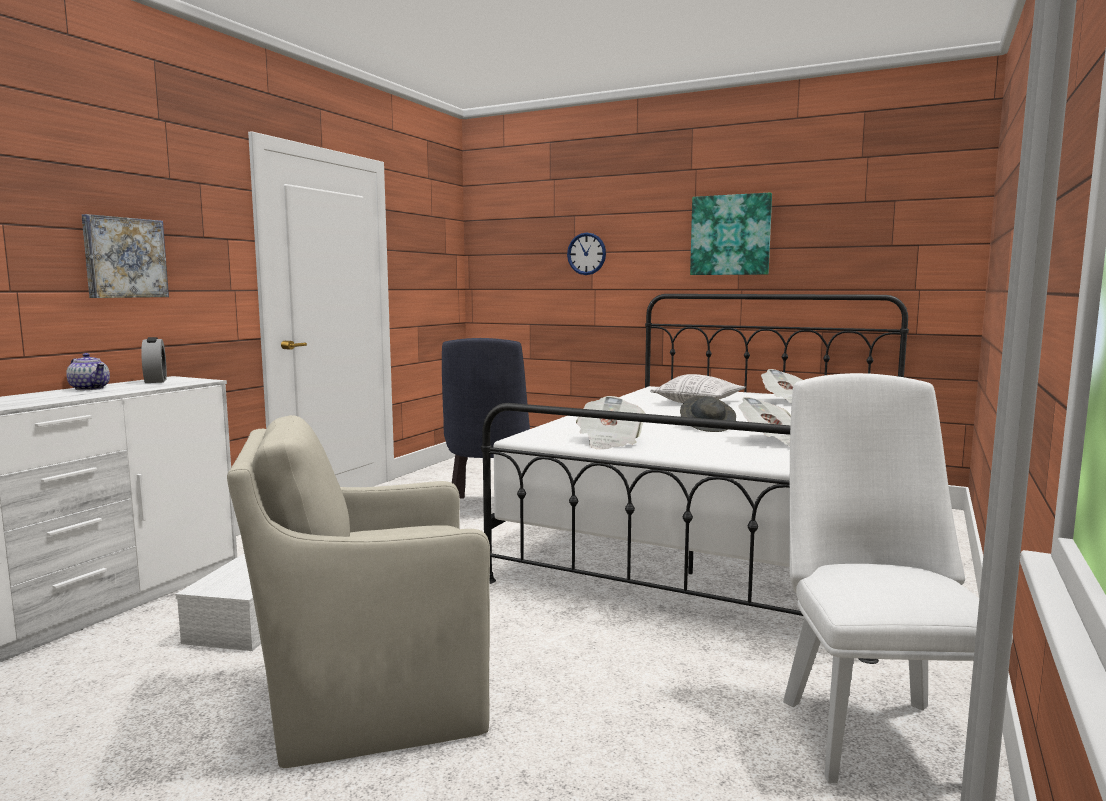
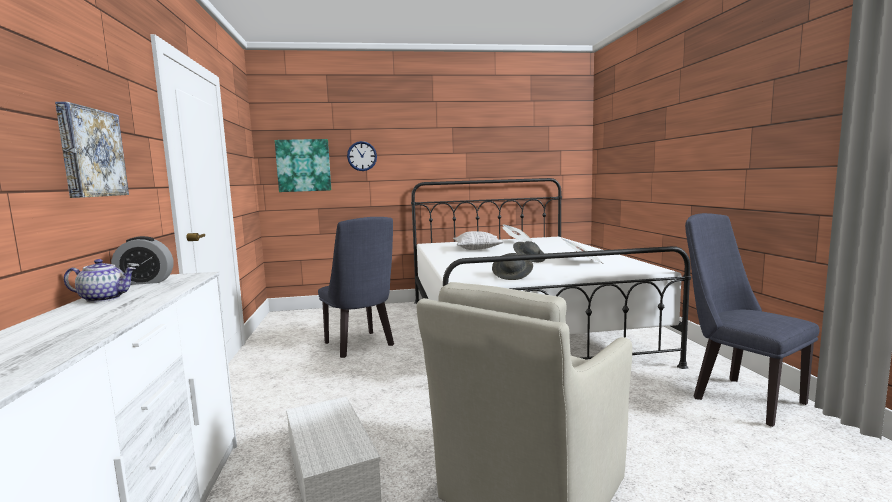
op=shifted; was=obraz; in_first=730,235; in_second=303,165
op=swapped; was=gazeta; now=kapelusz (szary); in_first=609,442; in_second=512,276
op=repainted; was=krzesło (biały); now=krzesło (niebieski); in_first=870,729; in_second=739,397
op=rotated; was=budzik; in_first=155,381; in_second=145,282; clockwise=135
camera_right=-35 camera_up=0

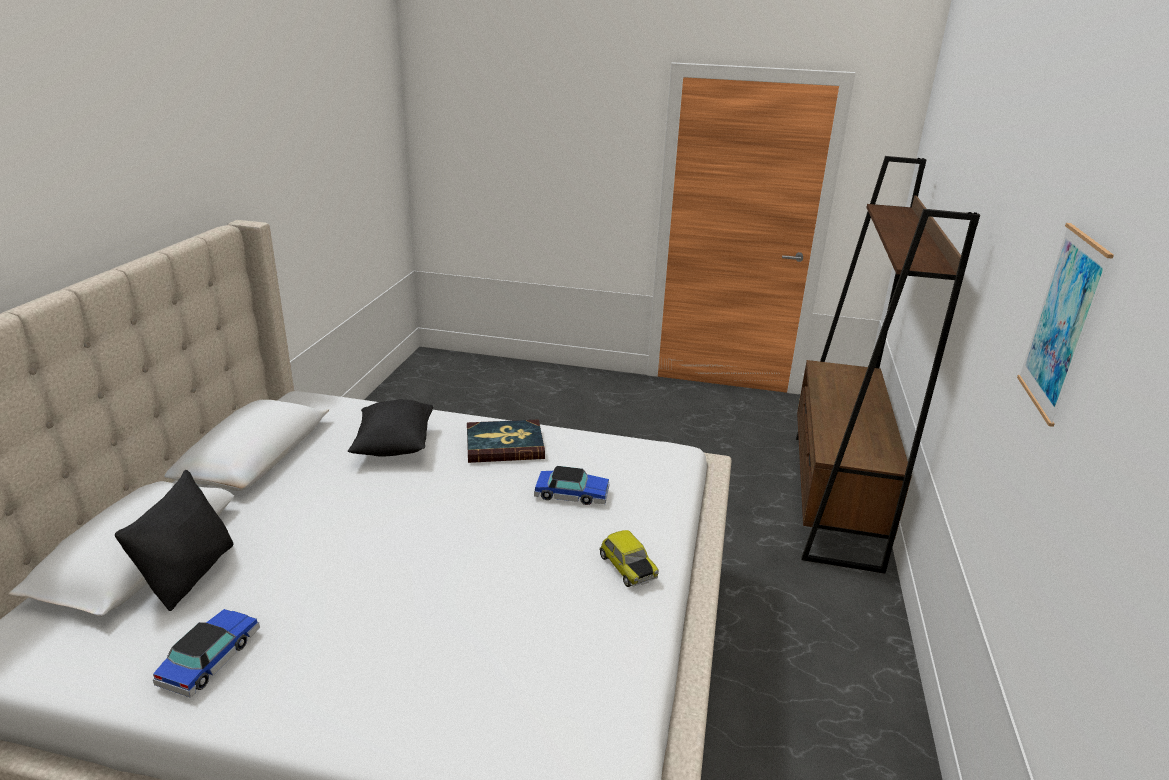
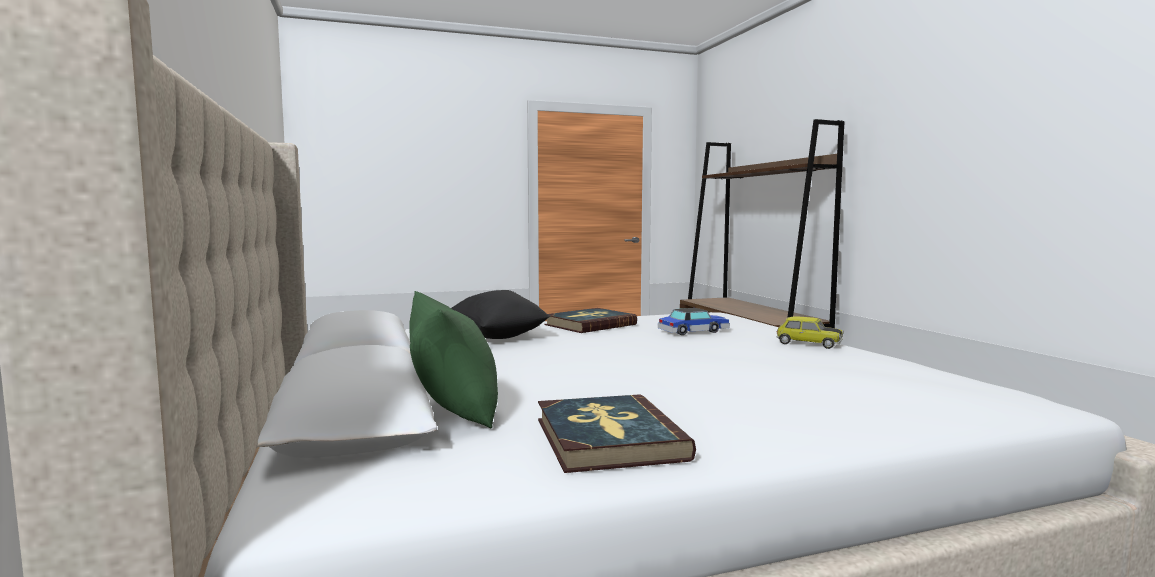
op=gone; was=obraz; in_first=1062,323
op=swapped; was=samochodzik; now=książka; in_first=210,658; in_second=607,439
op=repainted; was=poduszka (czarny); now=poduszka (zielony); in_first=189,574; in_second=455,411
camera_right=-30 camera_up=-20

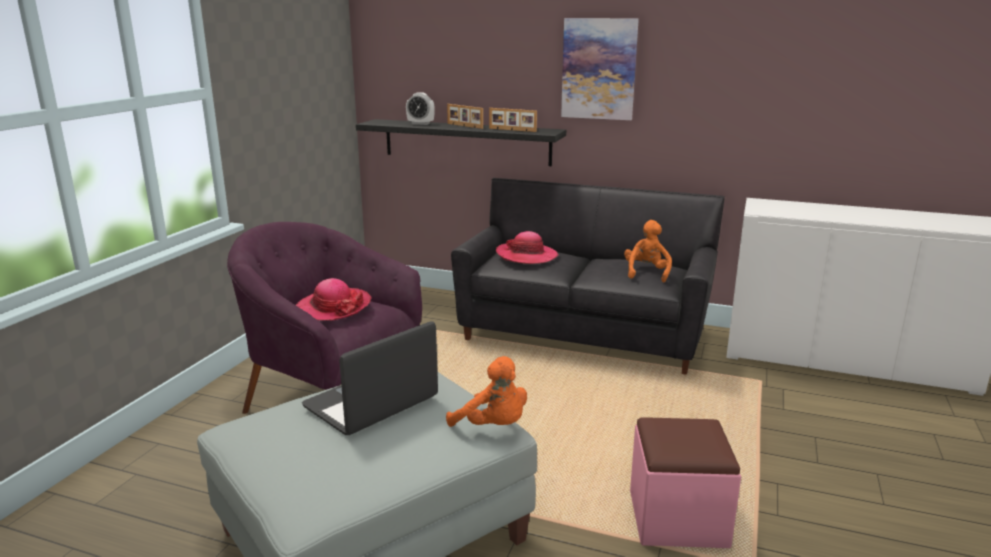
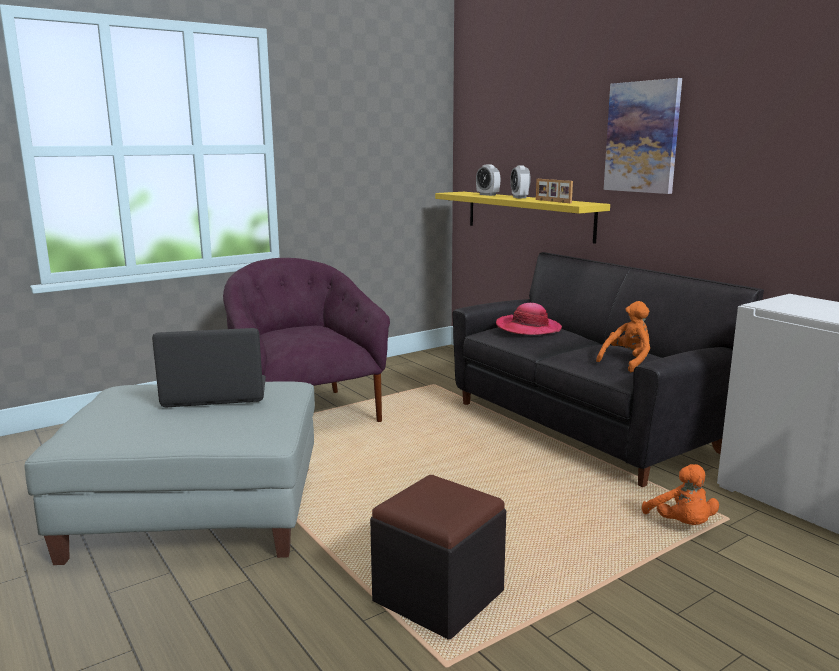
op=gone; was=kapelusz; in_first=333,307
op=shifted; was=pluszak (pomarańczowy); in_first=493,426; in_second=681,524
op=swapped; was=ramka na zdjęcie; now=budzik; in_first=464,126; in_second=519,197
op=repainted; was=półka (czarny); now=półka (żółty); in_first=466,142; in_second=528,215
op=repainted; was=pufa (różowy); now=pufa (czarny); in_first=677,518; in_second=438,596
camera_right=35 camera_up=-5

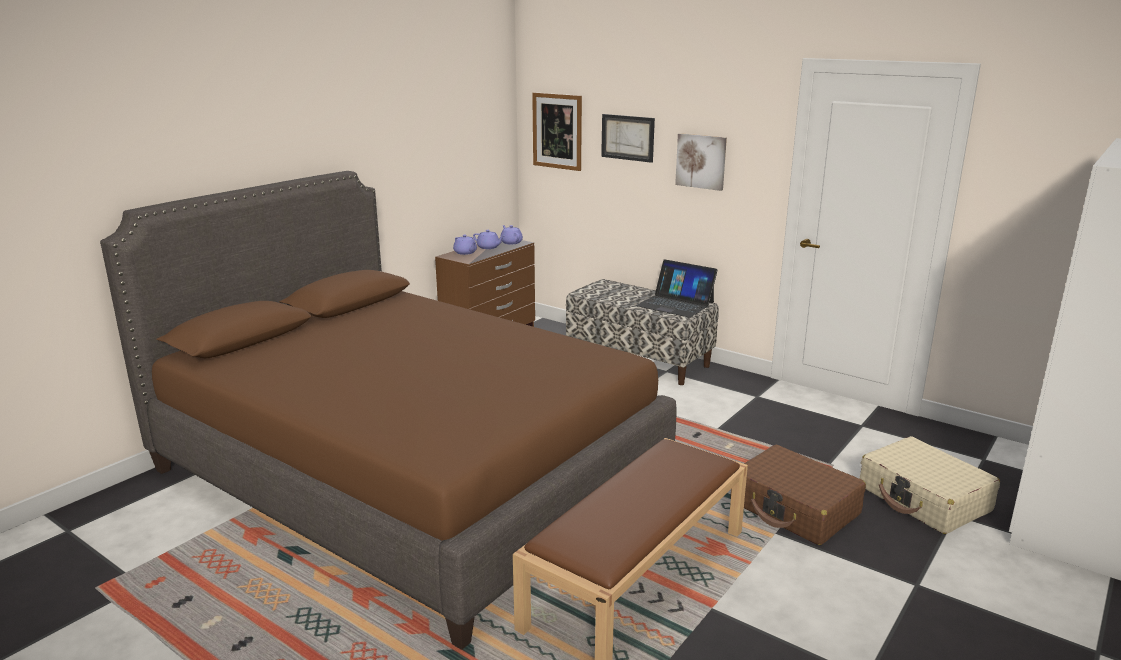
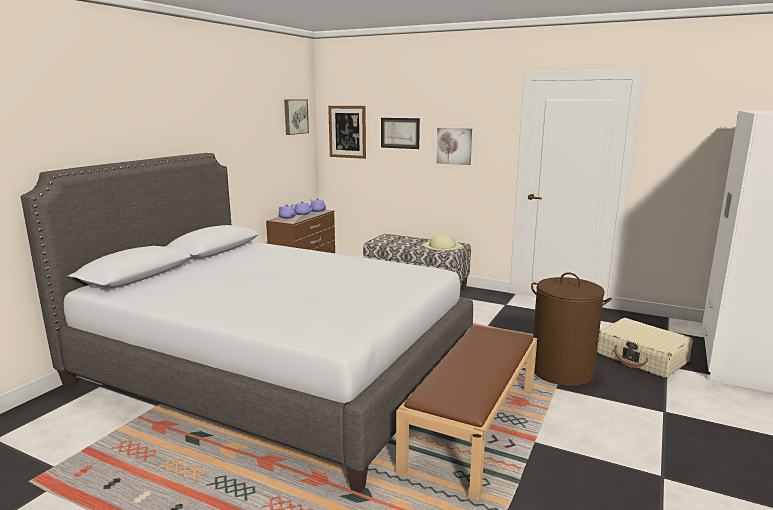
op=new; now=obraz; in_second=295,116
op=swapped; was=laptop; now=kapelusz (beżowy); in_first=675,304; in_second=442,245
op=swapped; was=walizka (brązowy); now=kosz na pranie (brązowy); in_first=795,508; in_second=562,371
op=repainted; was=łóżko (brązowy); now=łóżko (szary); in_first=407,475; in_second=273,373
camera_right=-10 camera_up=-5

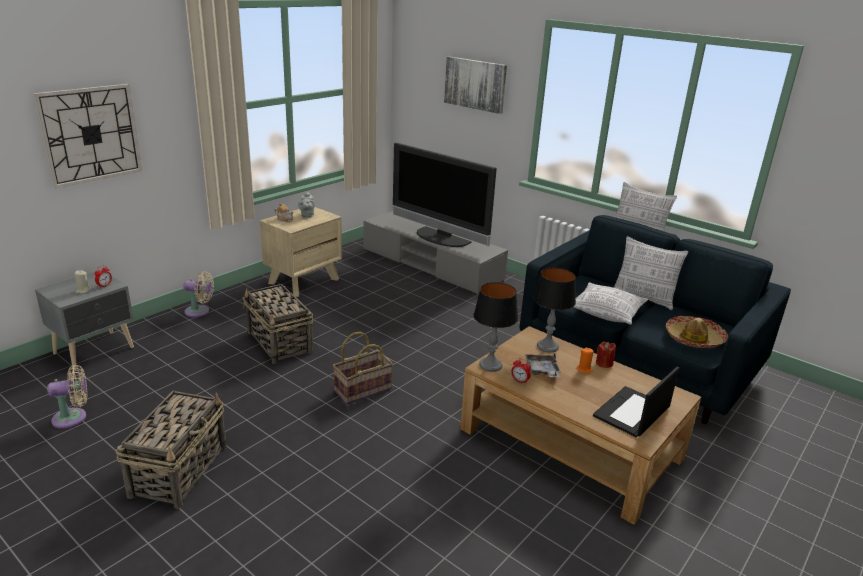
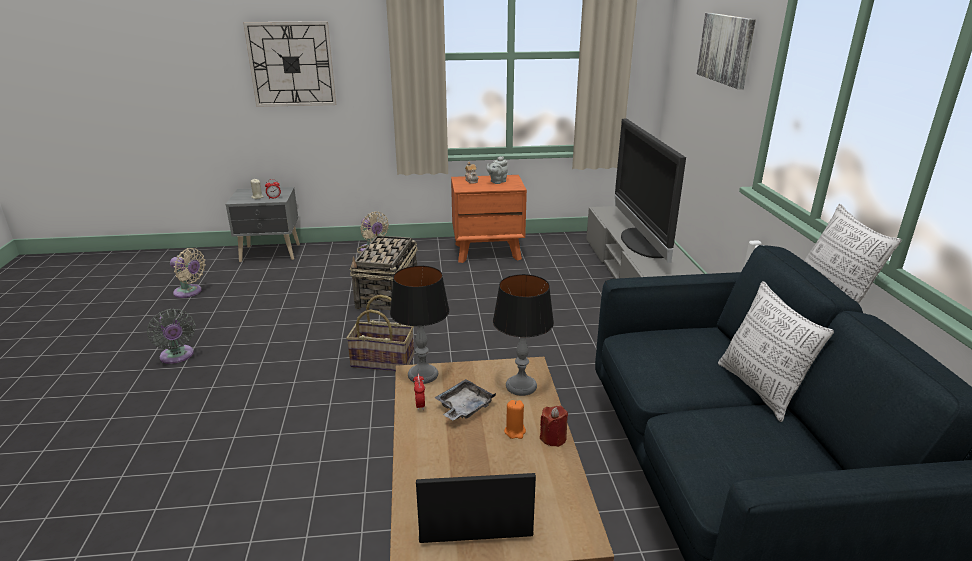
op=gone; was=poduszka; in_first=606,312
op=gone; was=kapelusz; in_first=694,338
op=swapped; was=koszyk; now=wentylator (szary); in_first=180,470; in_second=177,356
op=repainted; was=szafka nocna (beżowy); now=szafka nocna (pomarańczowy); in_first=304,281; in_second=488,251
camera_right=45 camera_up=0

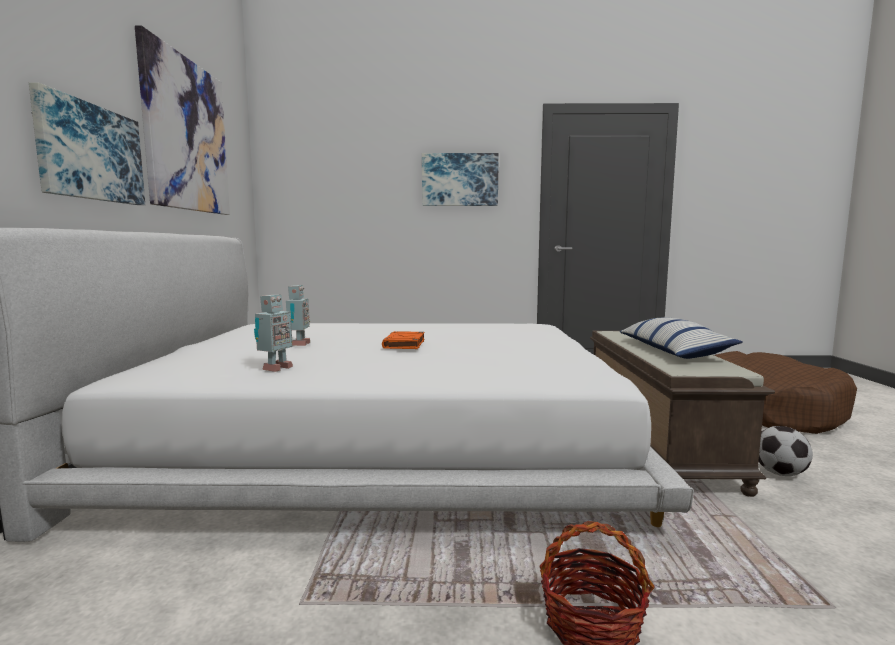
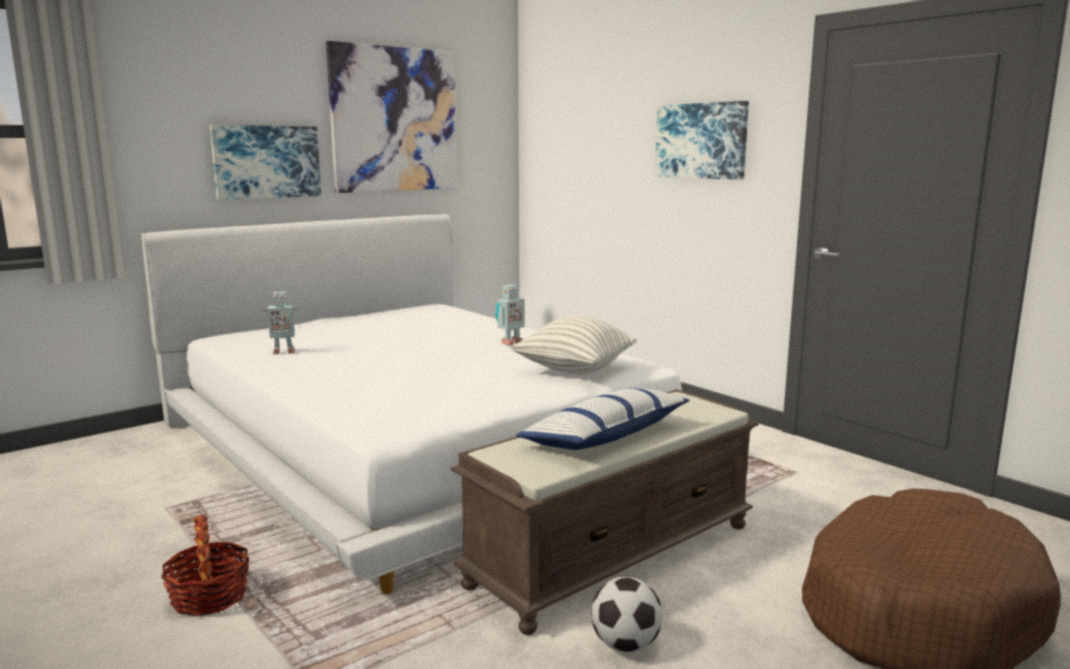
op=gone; was=książka (pomarańczowy); in_first=404,344
op=new; now=poduszka; in_second=574,370
op=shifted; was=robot zabawkowy; in_first=298,344; in_second=510,343
camera_right=50 camera_up=5

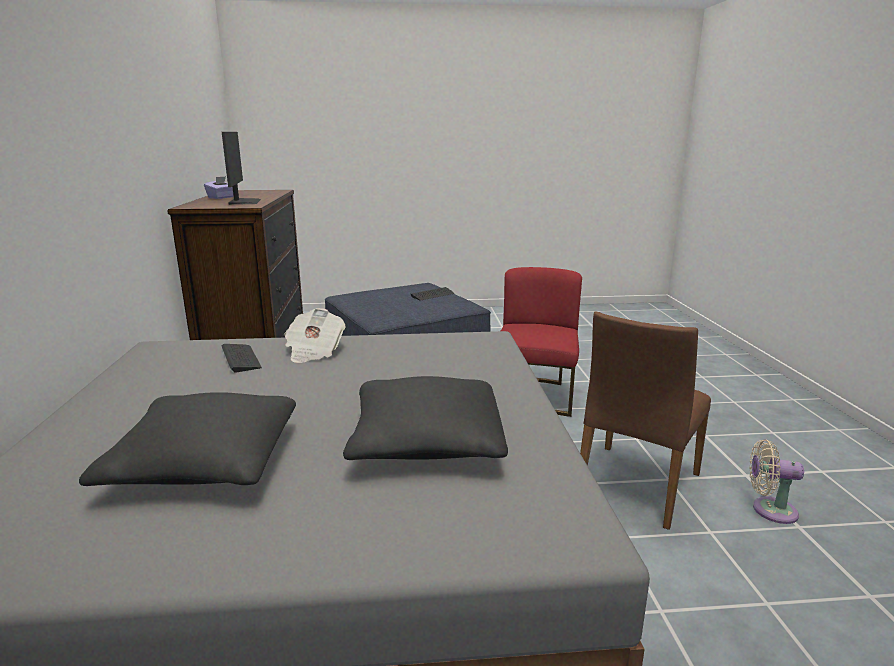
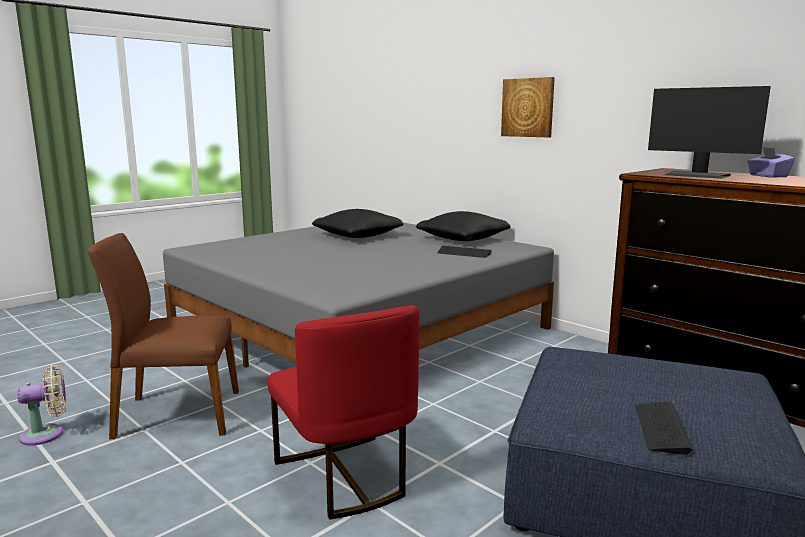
op=gone; was=gazeta; in_first=314,351
op=new; now=obraz; in_second=528,107
op=shifted; was=poduszka (czarny); in_first=426,441; in_second=463,239
op=rotated; was=krzesło (brązowy); in_first=635,485; in_second=176,414; clockwise=-90
camera_right=140 camera_up=-5

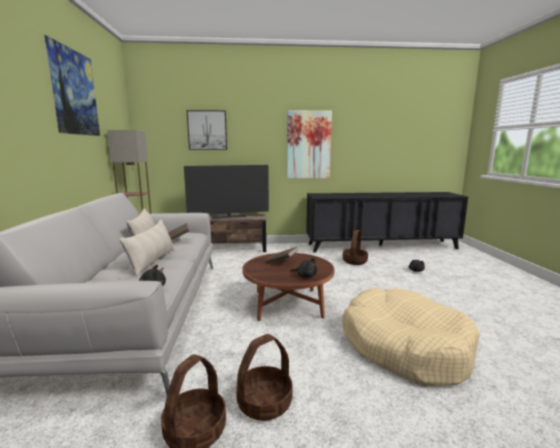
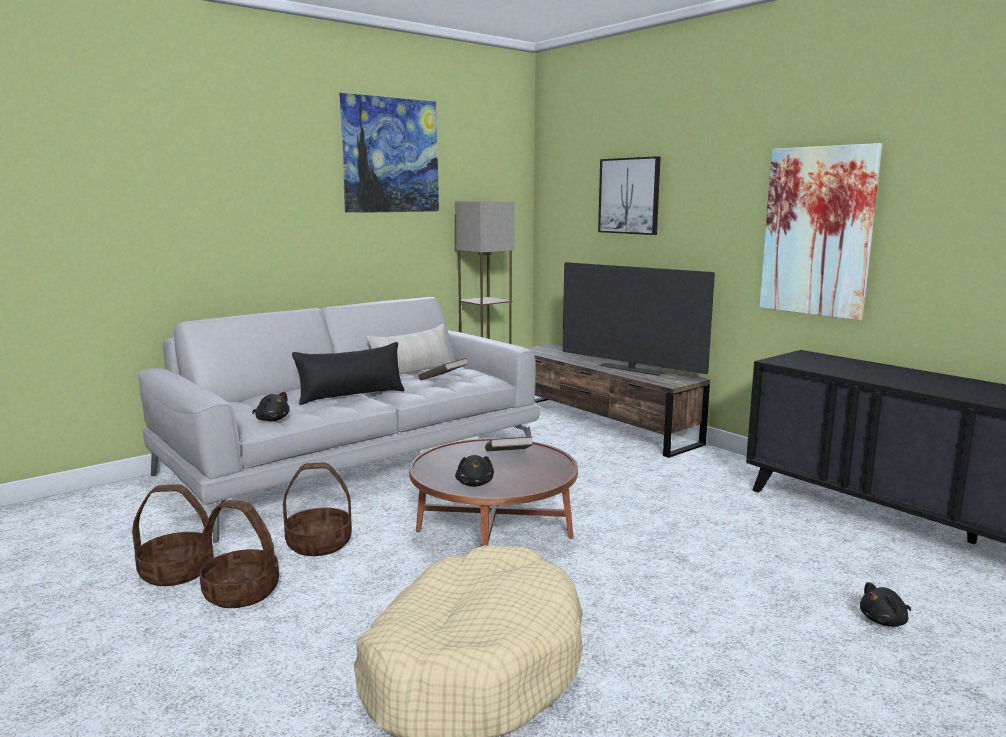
op=shifted; was=koszyk; in_first=354,261; in_second=319,543
op=repainted; was=poduszka (beżowy); now=poduszka (czarny); in_first=152,261; in_second=351,396
camera_right=55 camera_up=0

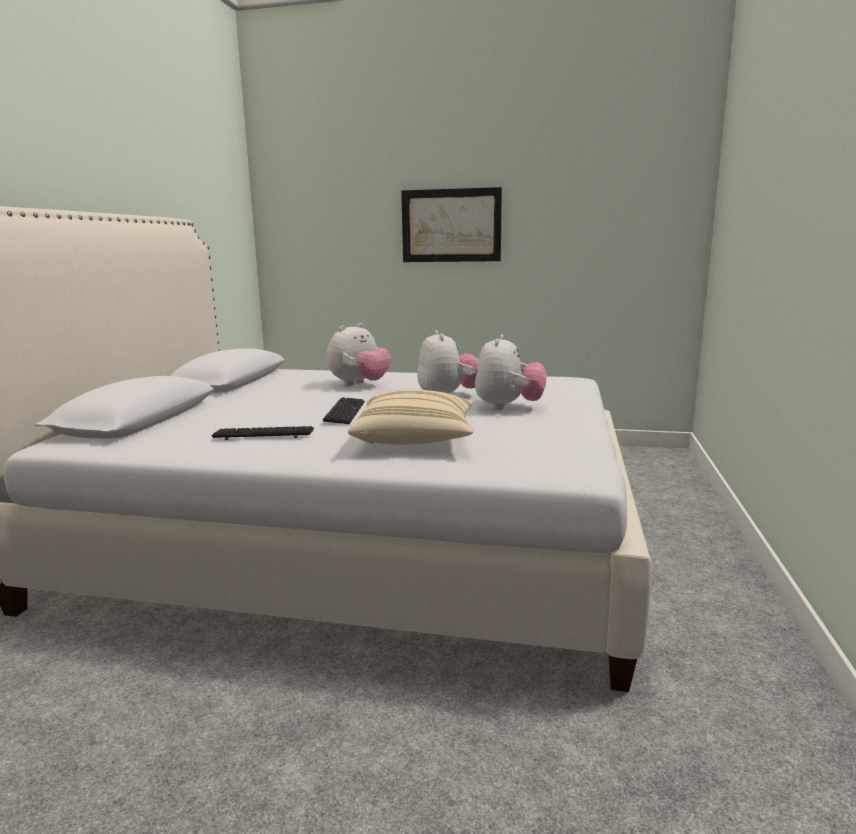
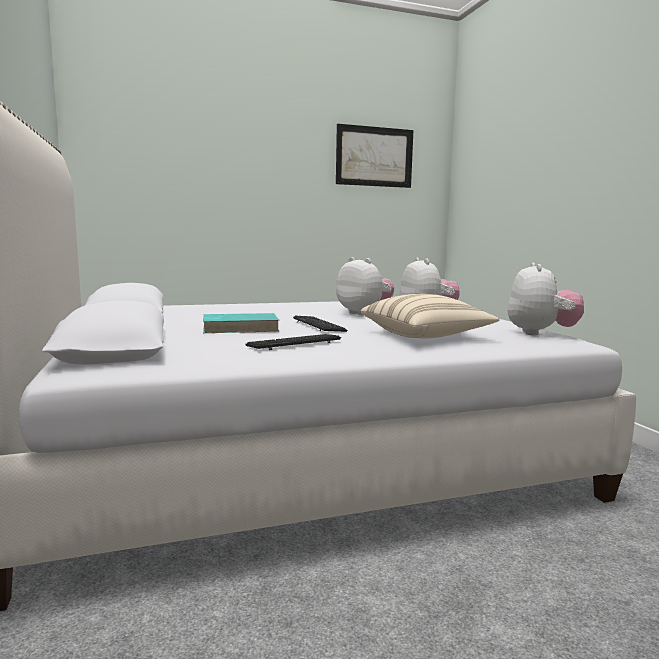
op=new; now=książka (turkusowy); in_second=241,327
op=shifted; was=pluszak; in_first=359,384; in_second=540,333
op=shifted; was=obraz; in_first=451,225; in_second=374,157
camera_right=-30 camera_up=-5

